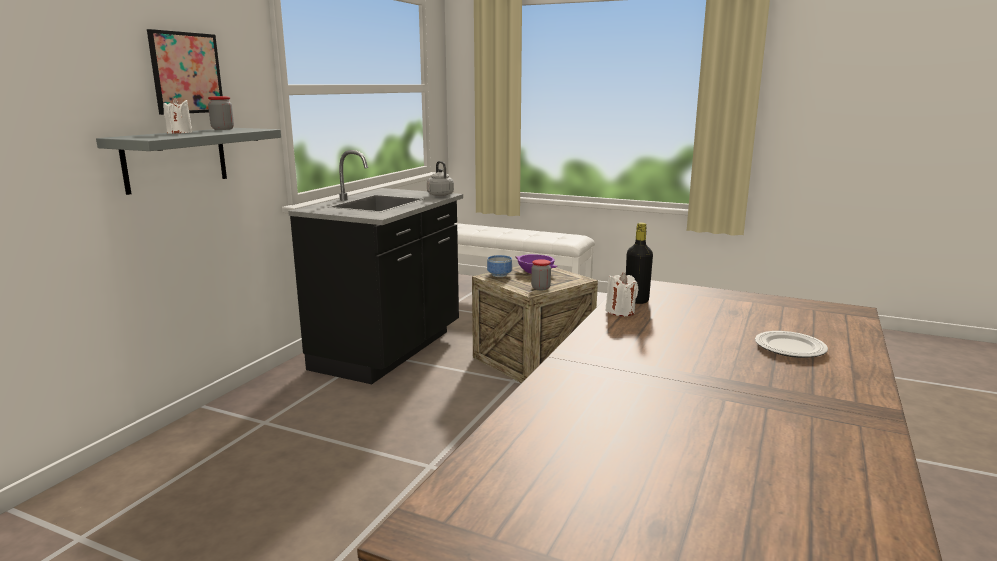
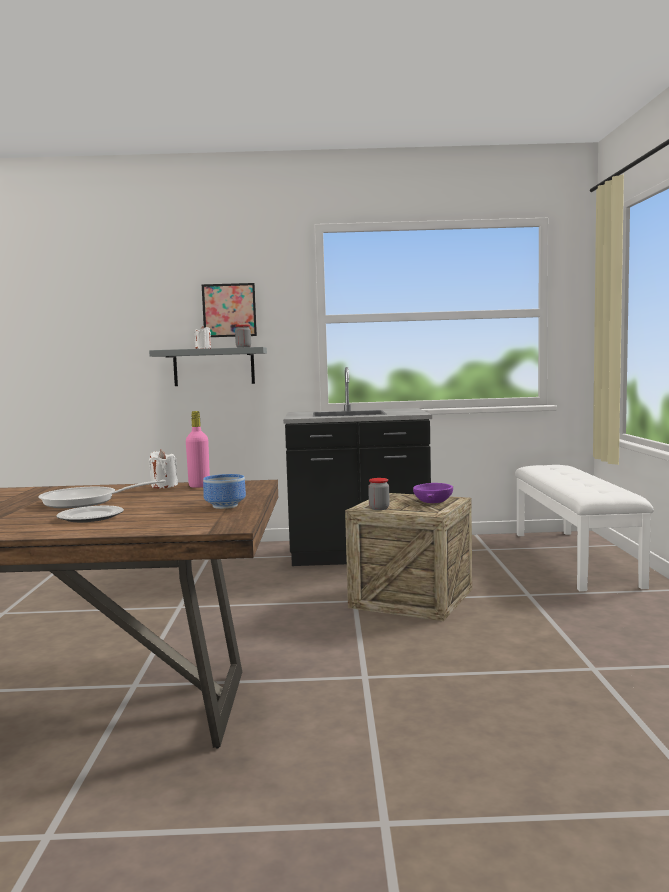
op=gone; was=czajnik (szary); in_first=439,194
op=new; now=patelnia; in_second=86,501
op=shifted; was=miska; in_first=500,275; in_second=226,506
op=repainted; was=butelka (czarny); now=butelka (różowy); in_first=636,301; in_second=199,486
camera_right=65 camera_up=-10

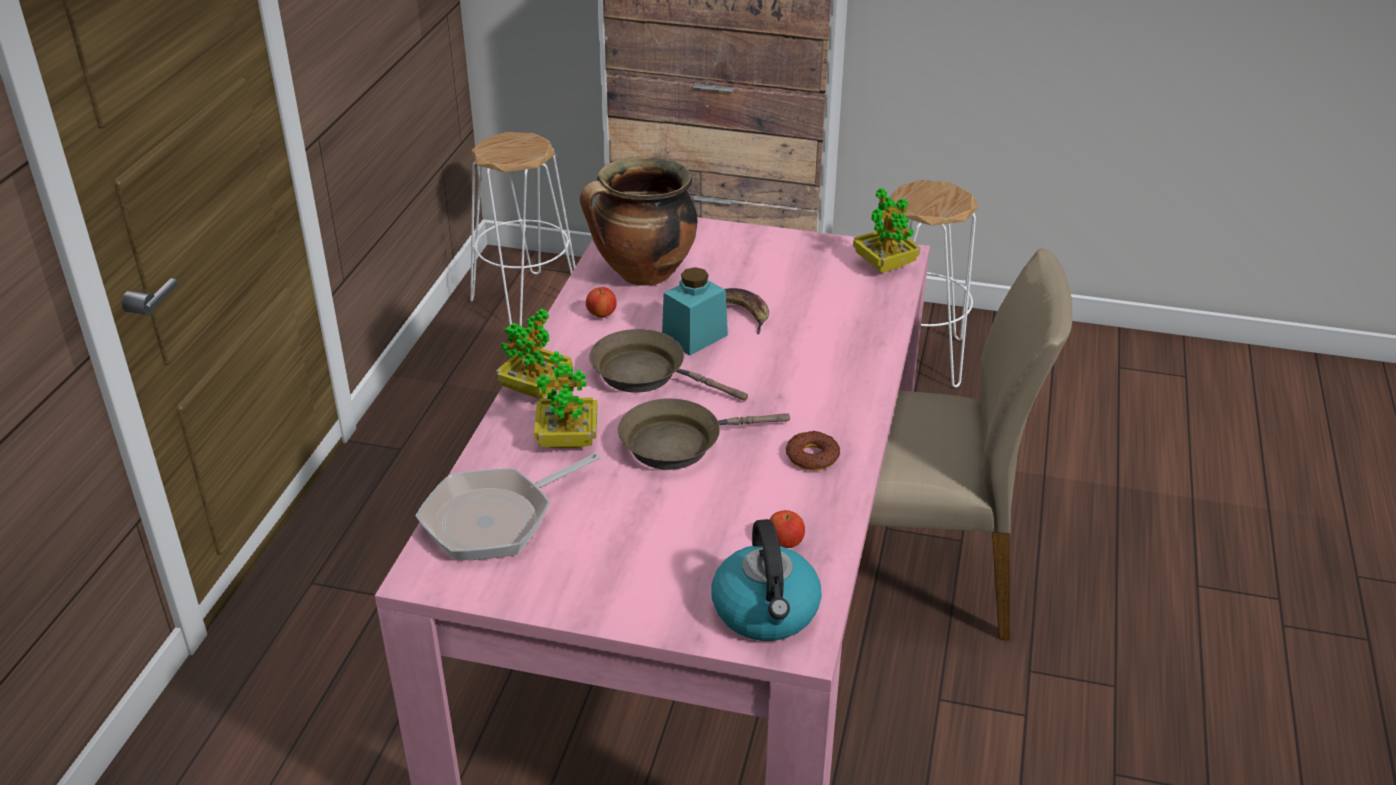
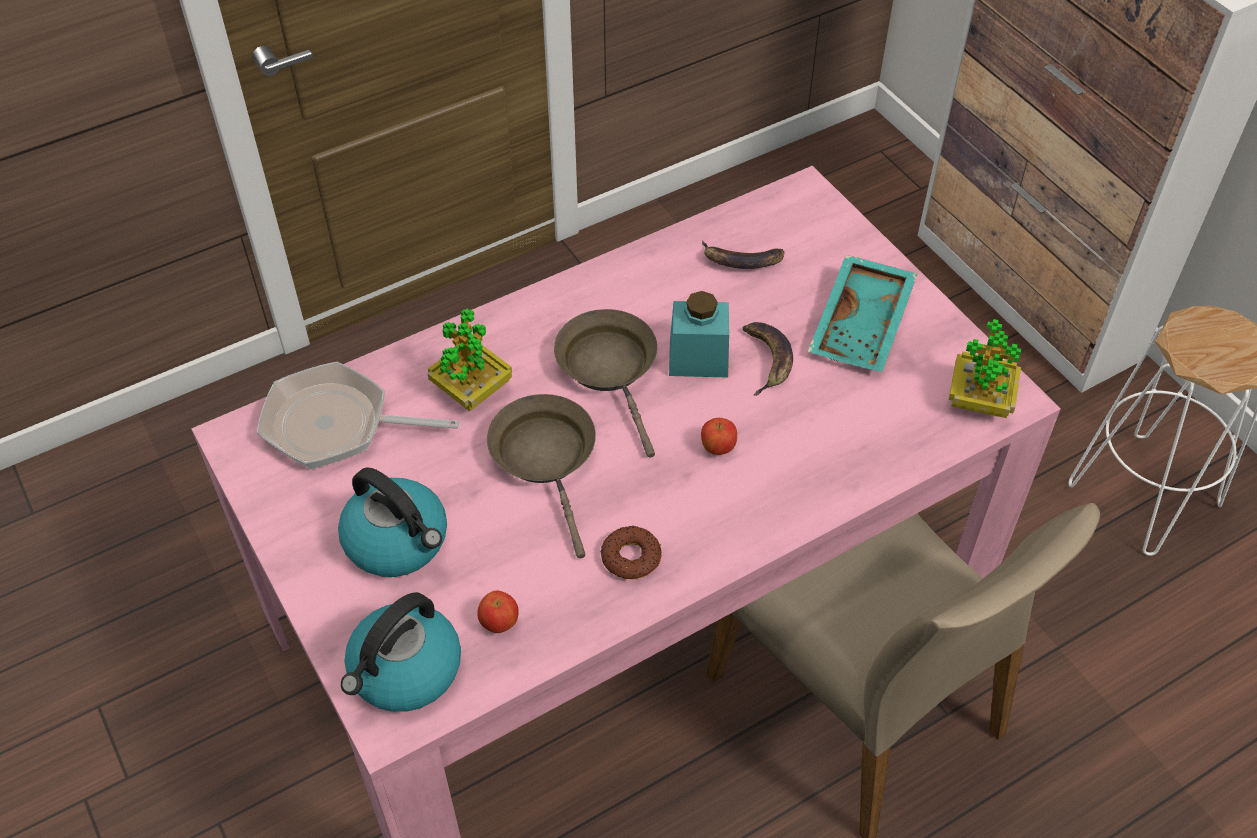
op=gone; was=stołek (biały); in_first=527,302
op=gone; was=roślina doniczkowa; in_first=536,389
op=new; now=czajnik; in_second=398,541
op=new; now=taca (turkusowy); in_second=863,326
op=shifted; was=jabłko; in_first=601,315; in_second=717,447
op=swapped; was=garnek; now=banan; in_first=643,275; in_second=741,261
op=rotated; was=patelnia (brązowy); in_first=679,443; in_second=546,459; clockwise=45
camera_right=45 camera_up=15

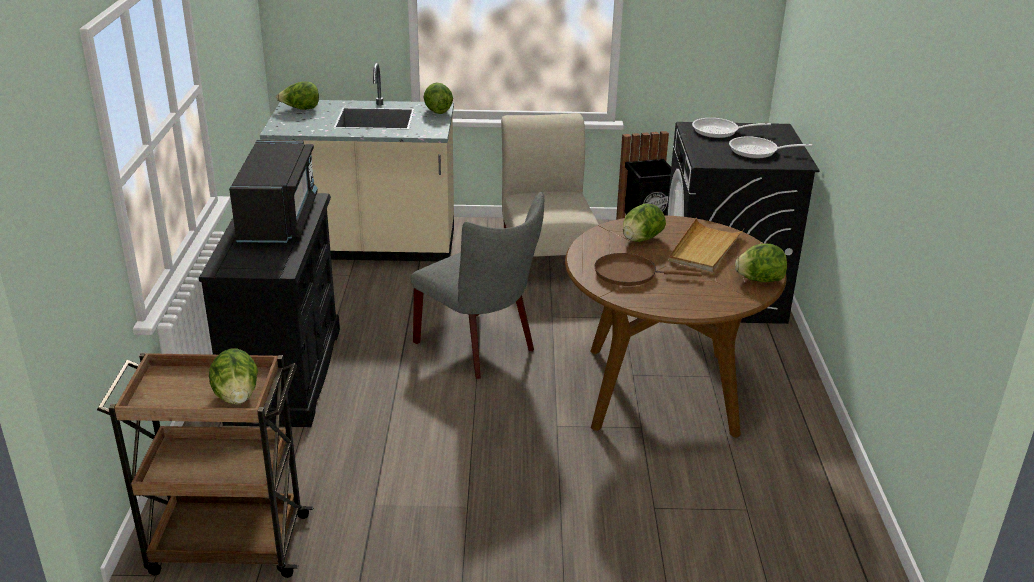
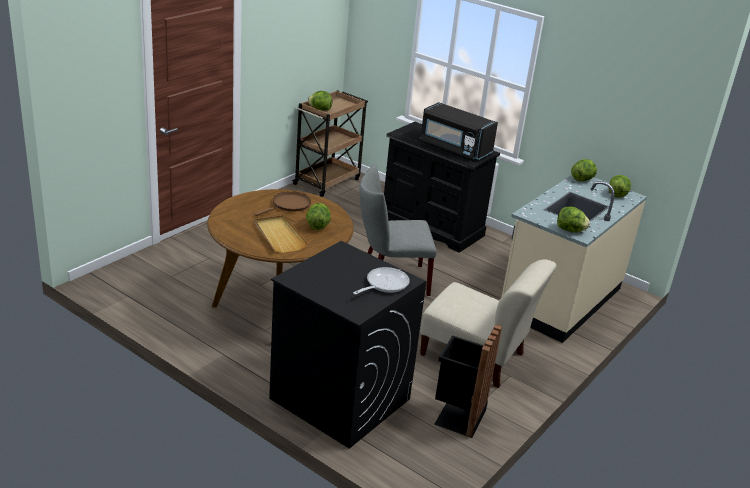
op=gone; was=patelnia; in_first=758,151
op=shifted; was=sałata; in_first=759,280; in_second=582,180
camera_right=125 camera_up=0

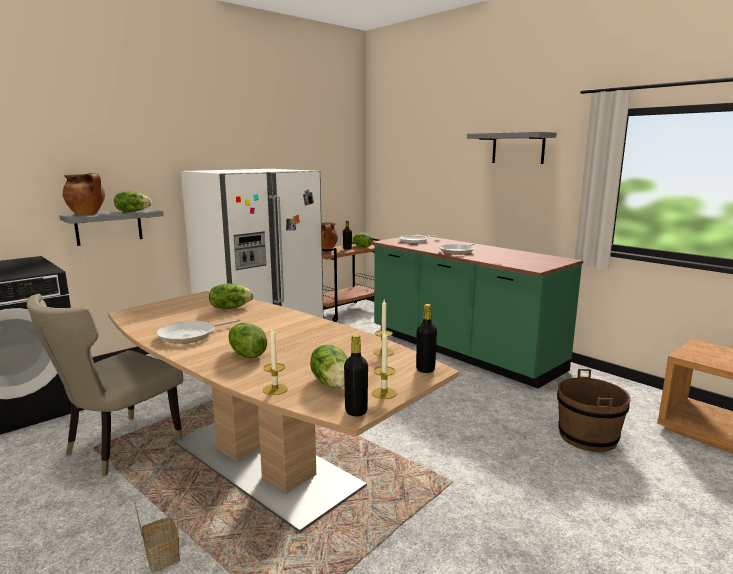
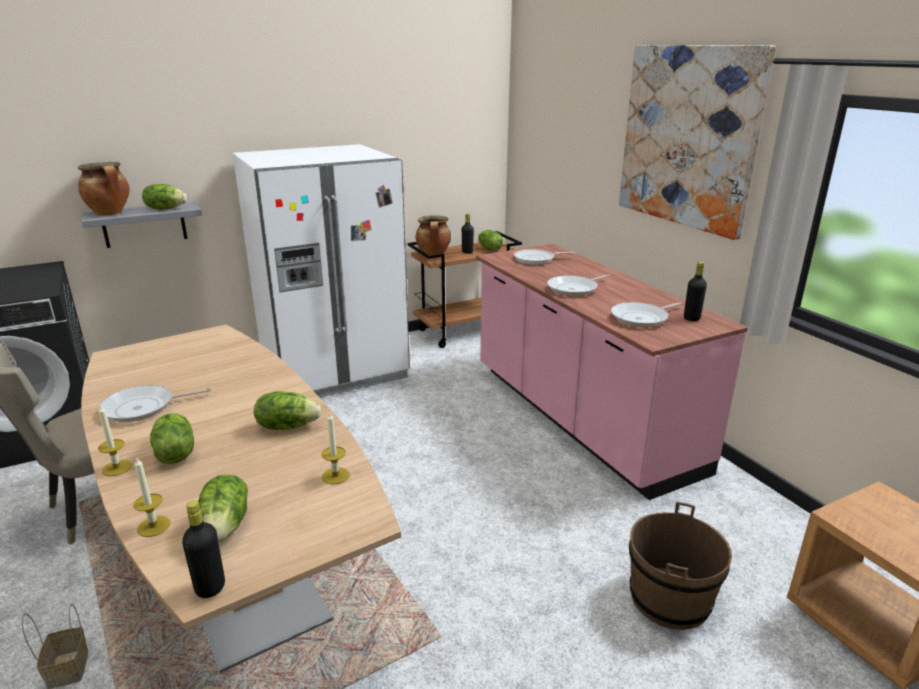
op=new; now=patelnia; in_second=642,318
op=shifted; was=sałata; in_first=230,308; in_second=287,426
op=shifted; was=świeca; in_first=384,393; in_second=117,468
op=shifted; was=butelka (czarny); in_first=425,369; in_second=691,318
op=swapped; was=półka (szary); now=obraz; in_first=518,148; in_second=688,137
op=repainted; was=zabudowa kuchenna (zielony); now=zabudowa kuchenna (różowy); in_first=462,351; in_second=580,418
camera_right=15 camera_up=10

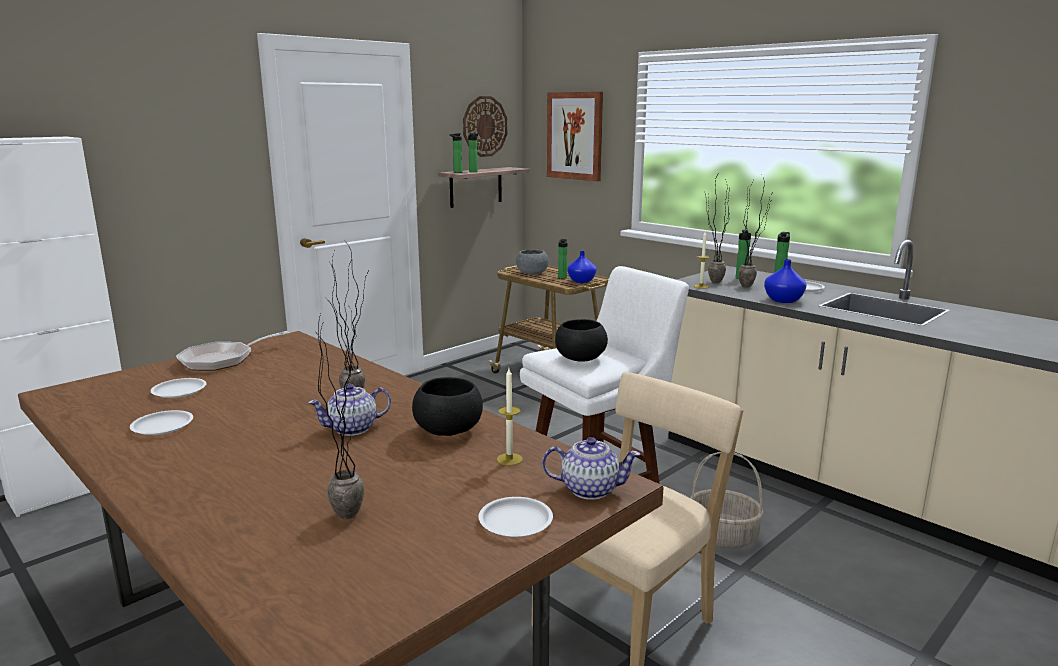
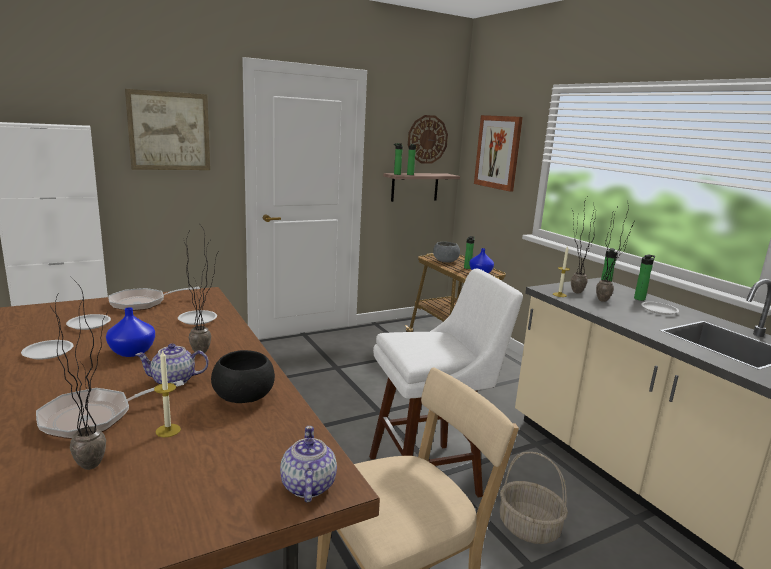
op=gone; was=miska (czarny); in_first=580,358
op=new; now=patelnia; in_second=94,417
op=new; now=obraz; in_second=169,131
op=shifted; was=talerz (biały); in_first=515,522; in_second=197,320
op=shifted; was=świeca; in_first=509,459; in_second=168,430
op=shifted; was=wazon (niebieski); in_first=783,300; in_second=131,352
op=rotated; was=imbryk; in_first=589,489; in_second=307,486; clockwise=-120
camera_right=15 camera_up=0

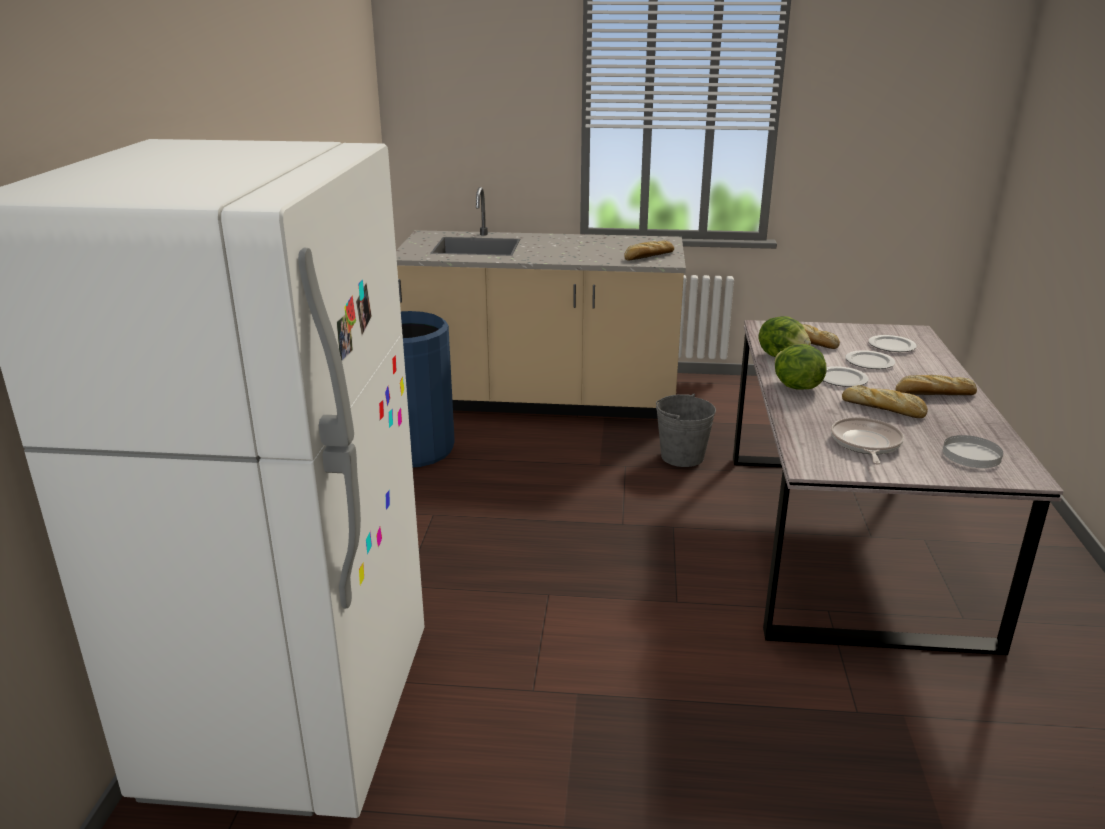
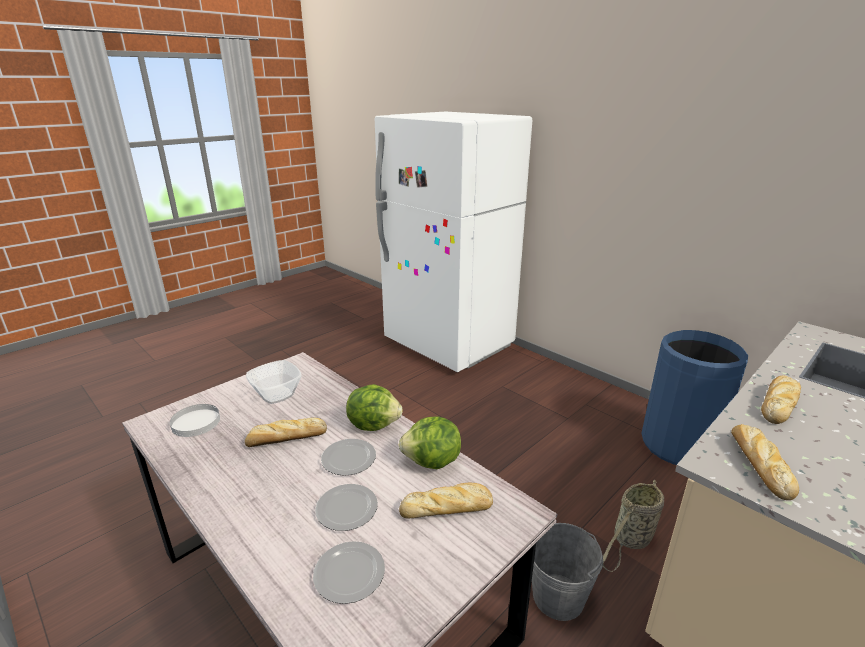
op=new; now=koszyk; in_second=631,540
op=shifted; was=chleb; in_first=933,394; in_second=779,404
op=swapped; was=patelnia; now=miska; in_first=865,444; in_second=277,394
camera_right=130 camera_up=0

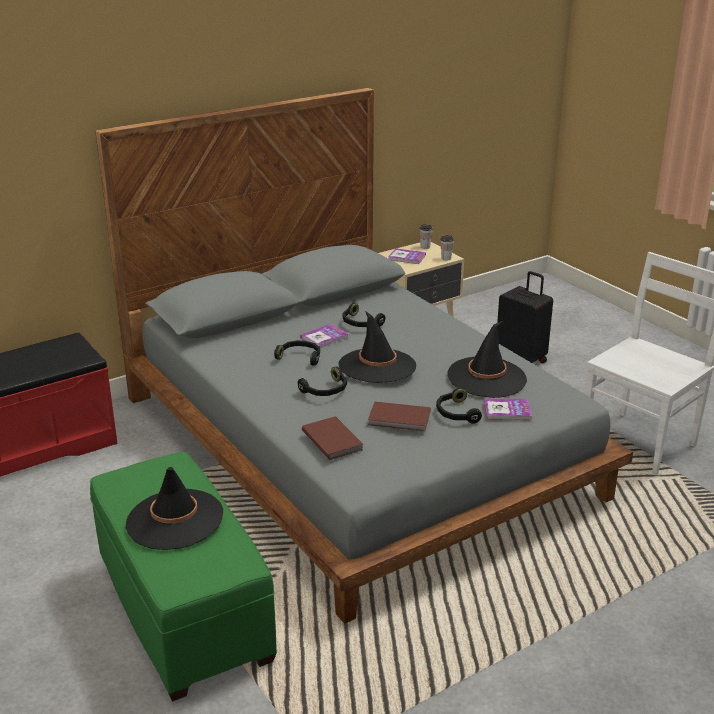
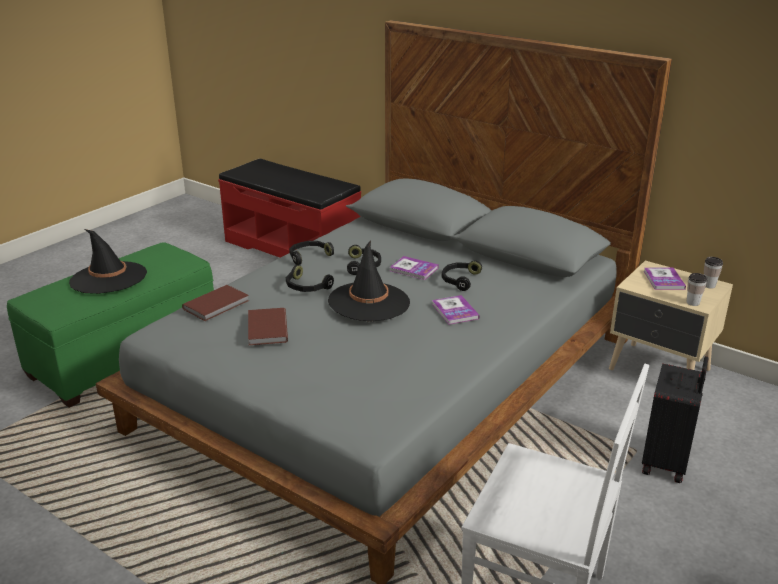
op=gone; was=kapelusz (czarny); in_first=487,378
op=shifted; was=słuchawki (czarny); in_first=455,413; in_second=308,256
op=shifted; was=książka; in_first=507,411; in_second=455,311
camera_right=70 camera_up=0

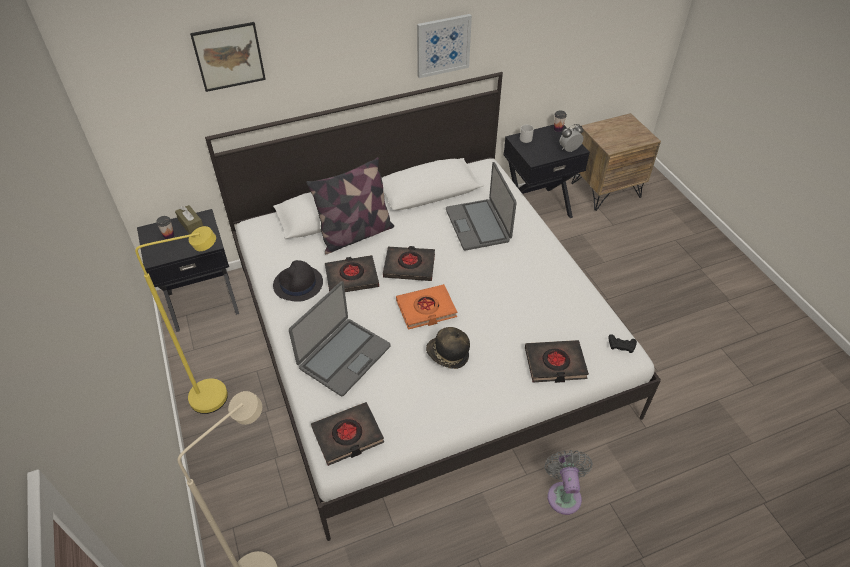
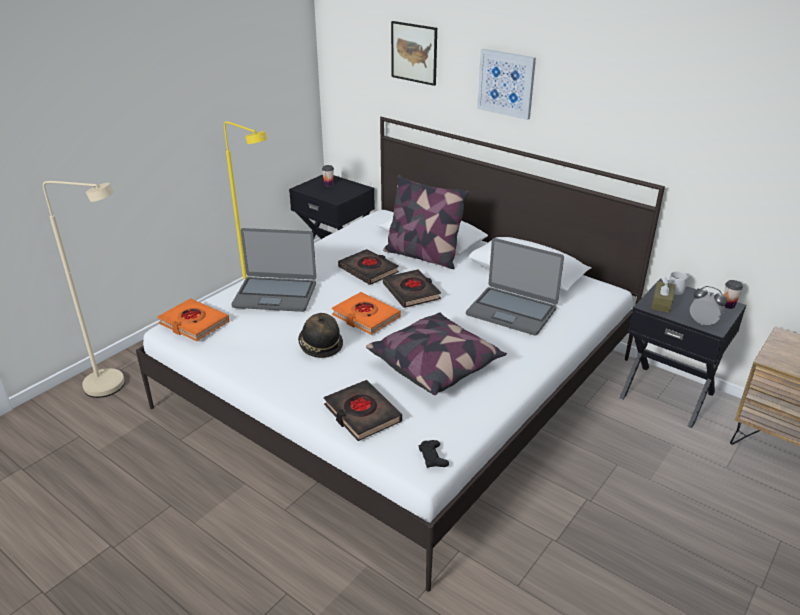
op=gone; was=kapelusz (czarny); in_first=298,284
op=gone; was=wentylator (szary); in_first=563,494
op=new; now=poduszka; in_second=436,365
op=shifted; was=pudełko chusteczek (brązowy); in_first=191,224; in_second=661,302
op=shifted; was=obraz; in_first=443,45; in_second=506,83
op=repainted; was=książka (czarny); now=książka (pomarańczowy); in_first=348,436; in_second=194,323
op=rotated; was=laptop; in_first=478,225; in_second=512,311; clockwise=-105
camera_right=60 camera_up=-15

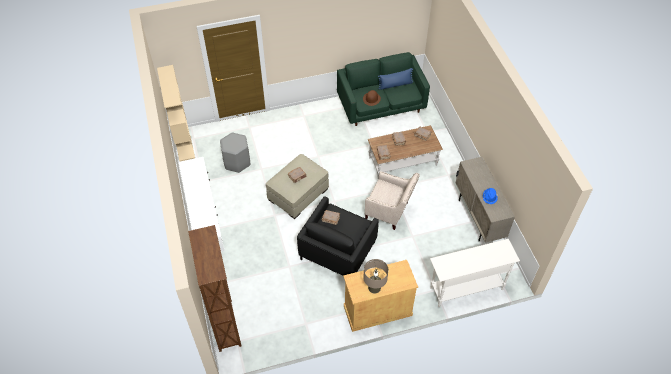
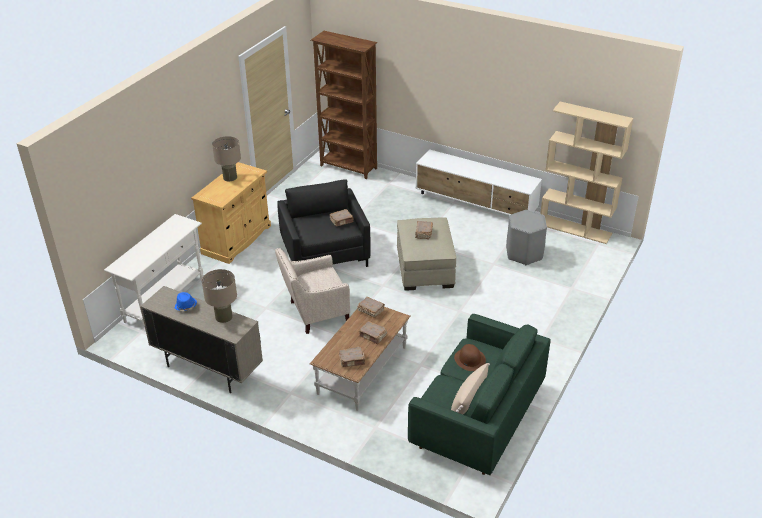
op=new; now=lampa stołowa (beżowy); in_second=224,317
op=repainted; was=poduszka (niebieski); now=poduszka (beżowy); in_first=395,85; in_second=468,400
camera_right=135 camera_up=-15

